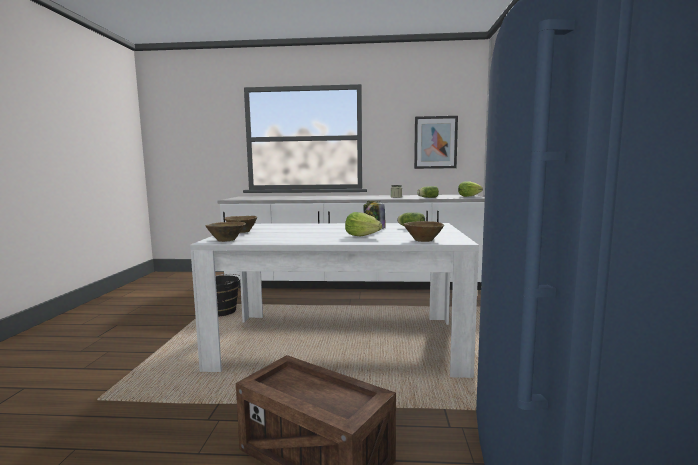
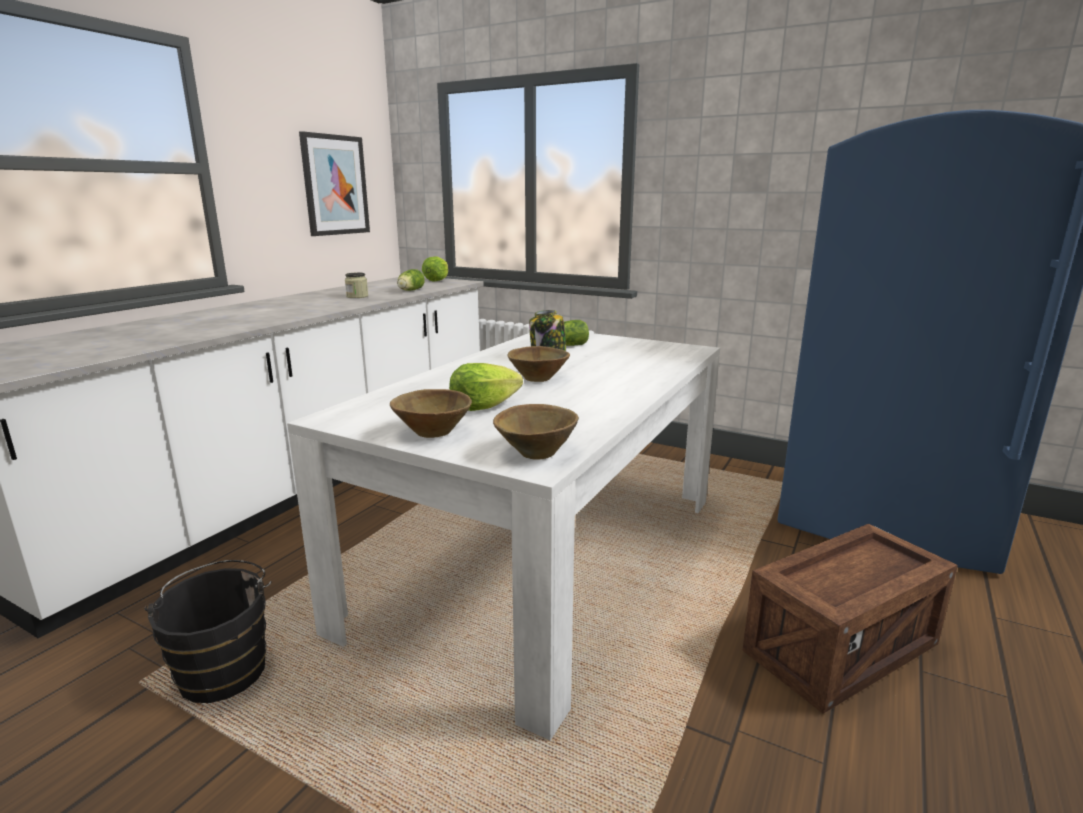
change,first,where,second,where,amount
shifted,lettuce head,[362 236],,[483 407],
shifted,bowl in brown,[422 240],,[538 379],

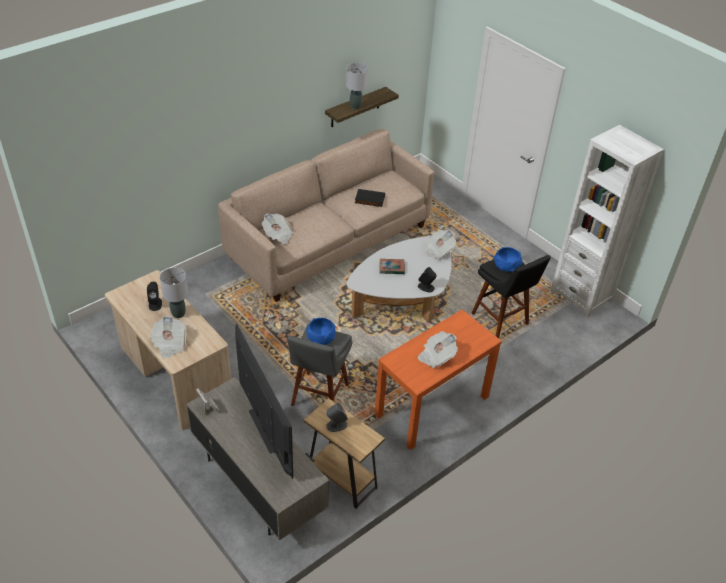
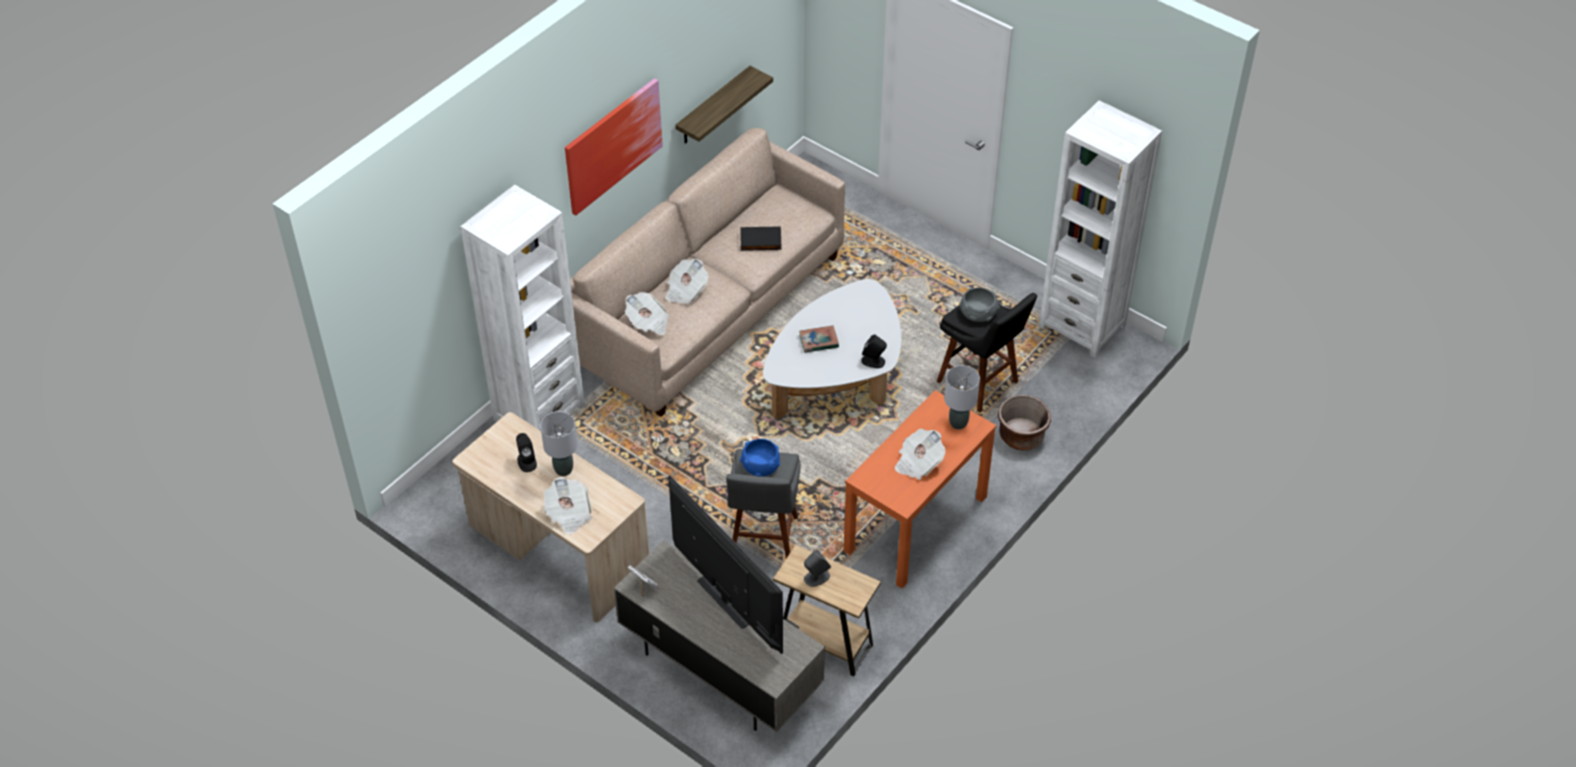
change,first,where,second,where,amount
new,,,bookshelf in whitish,[539 412],
new,,,picture,[612 145],
new,,,planter in brown,[1021 436],
shifted,lamp for a table in gray,[355 106],,[958 423],
shifted,printed paper,[438 251],,[685 290],
repainted,bowl in bluish,[507 265],bowl in gray,[978 312],

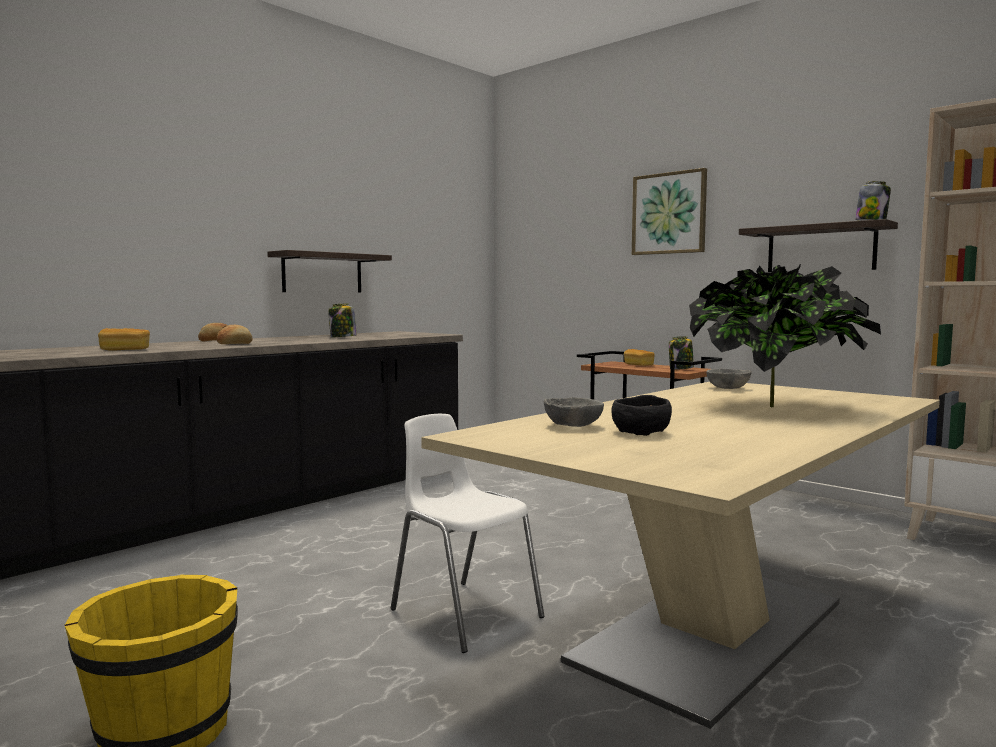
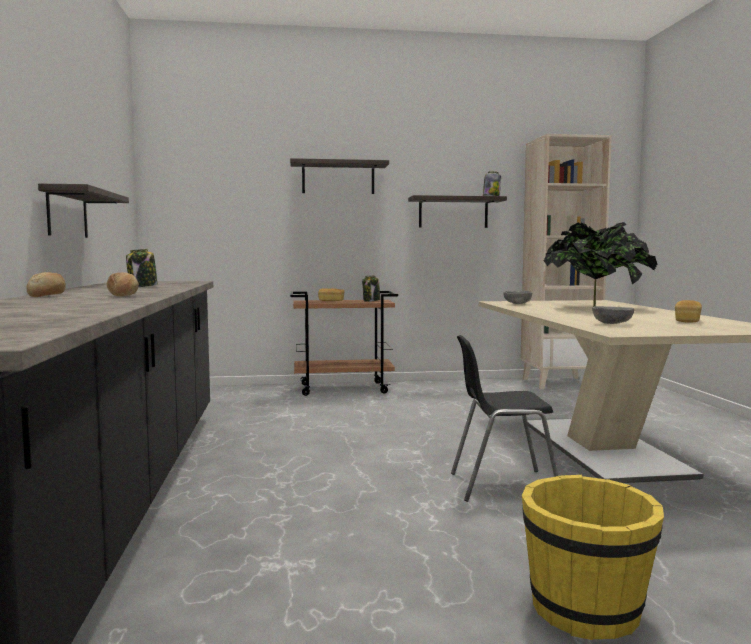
change,first,where,second,where,amount
gone,bowl in black-coloured,[641 432],,,
shifted,bread,[125 350],,[687 321],
swapped,picture,[669 213],shelf,[338 178],
repainted,chair in whitish,[464 613],chair in black-coloured,[502 486],

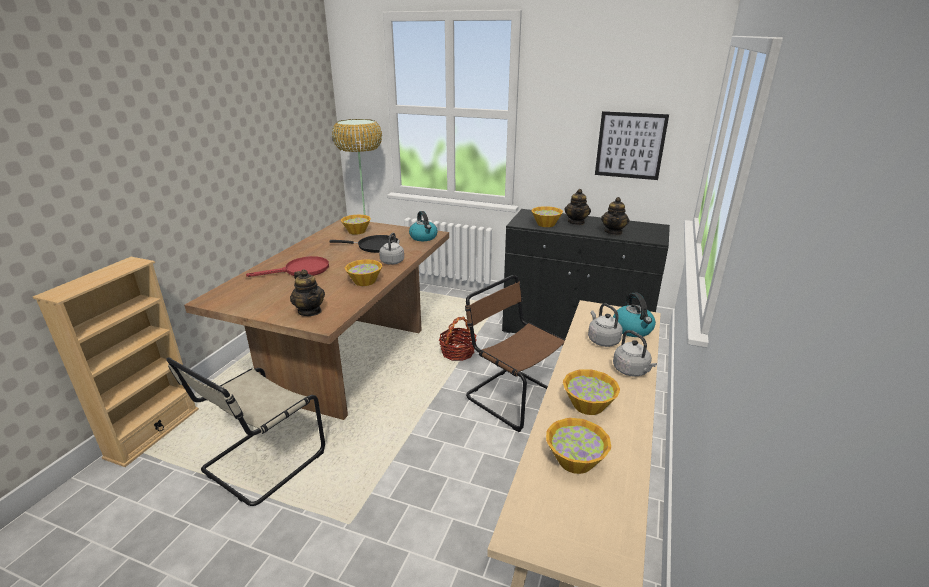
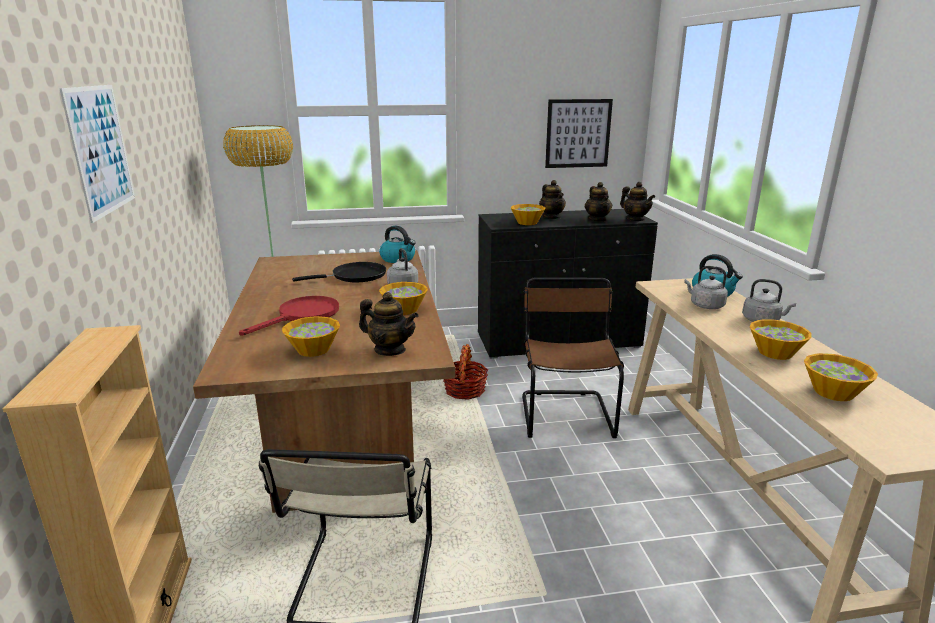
change,first,where,second,where,amount
new,,,picture,[101 150],
new,,,pot for tea,[635 219],
shifted,bowl,[357 231],,[313 349],
rotated,chair in brown,[512 396],,[565 413],75 degrees clockwise

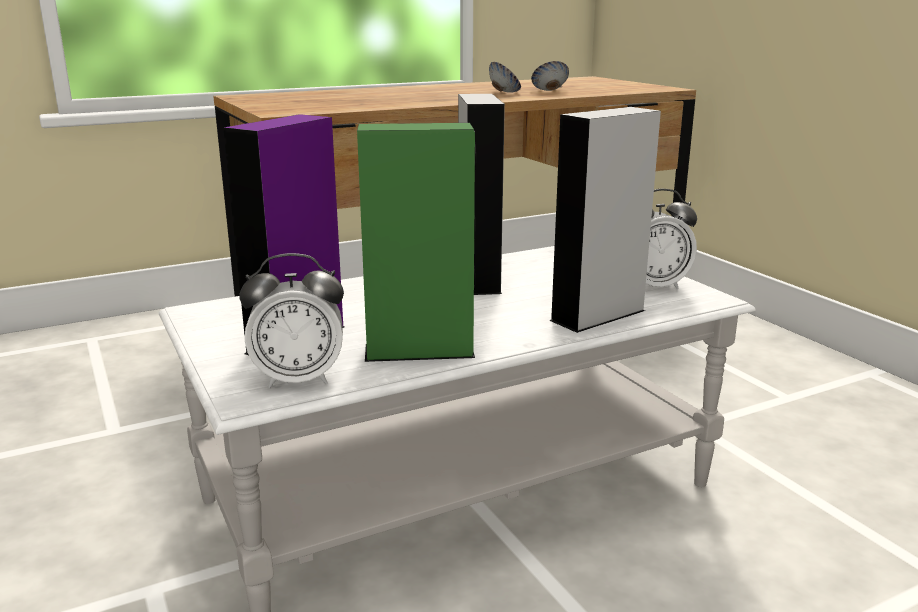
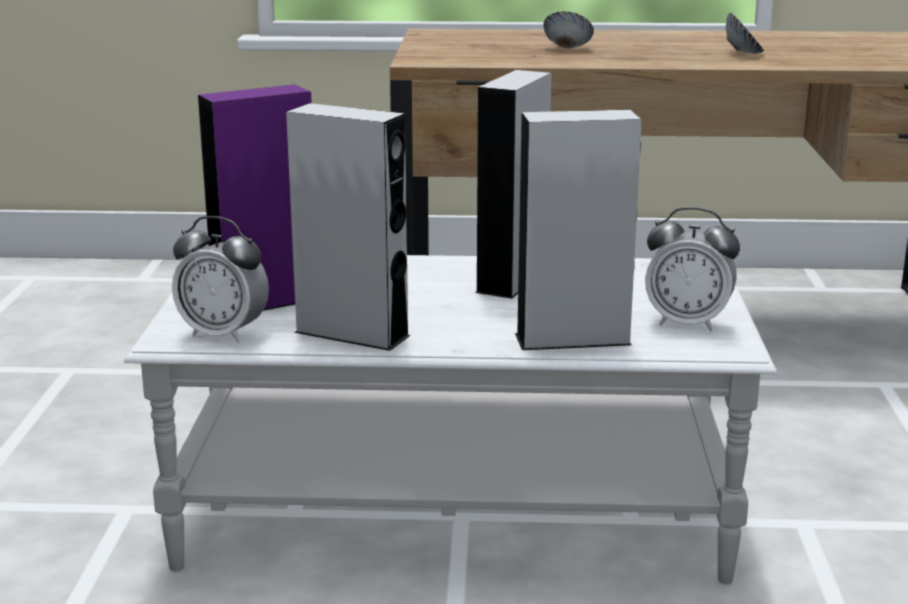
change,first,where,second,where,amount
shifted,bowl,[549 91],,[567 49],
repainted,loudspeaker in greenish,[419 350],loudspeaker in gray,[352 334],

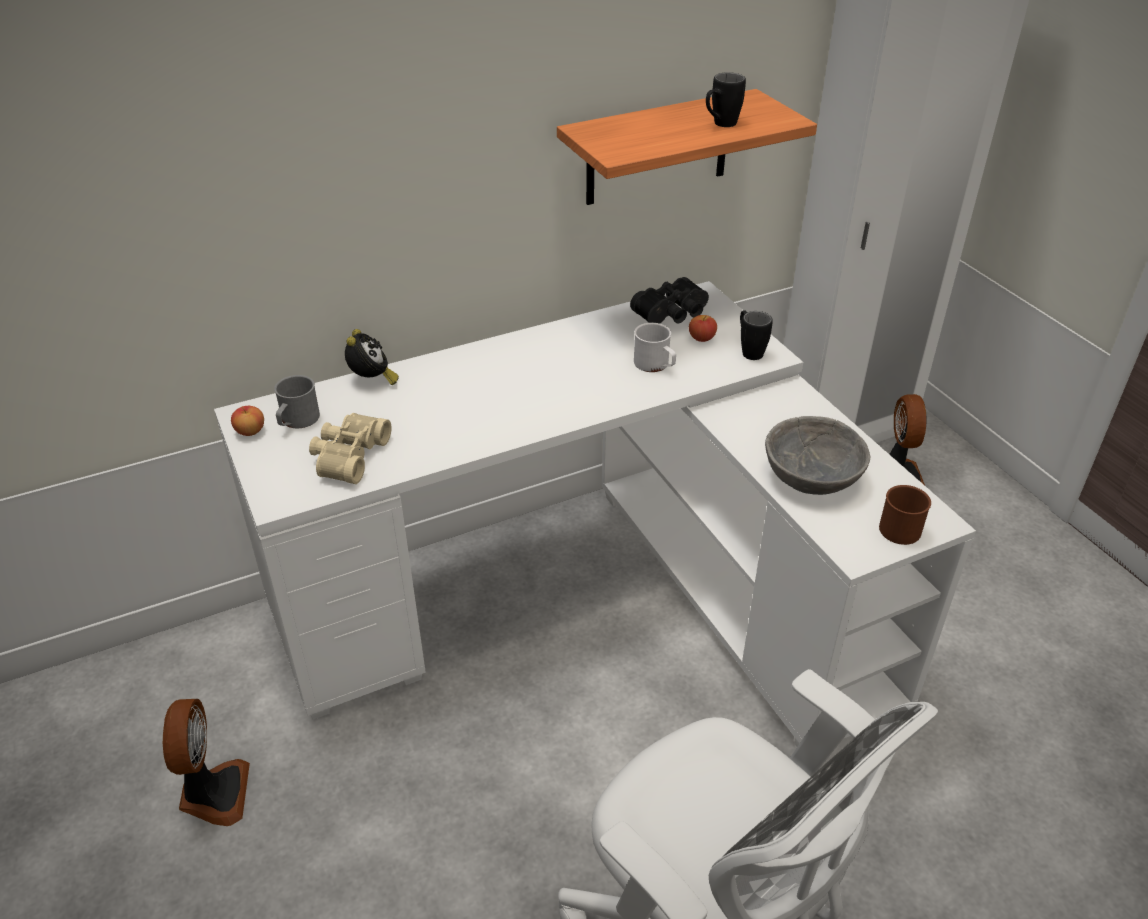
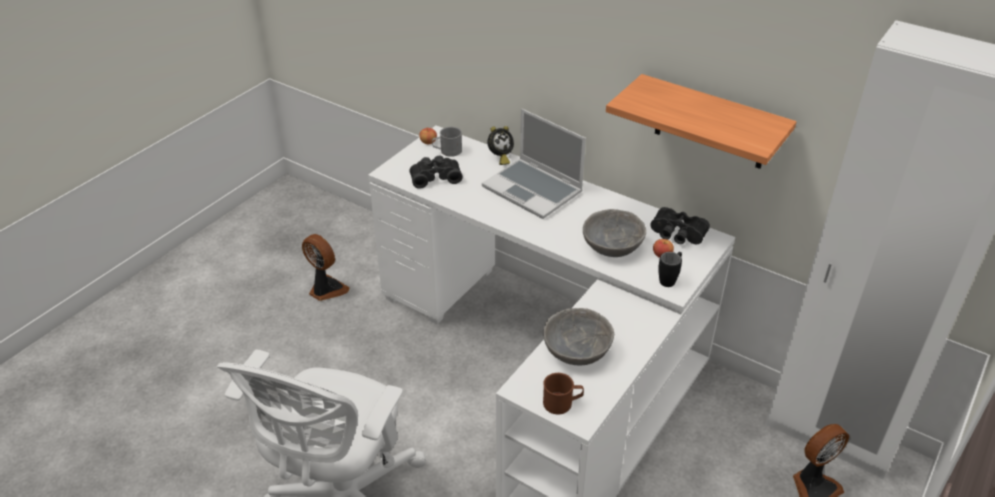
change,first,where,second,where,amount
gone,mug in black-coloured,[720 125],,,
new,,,portable computer,[534 190],
swapped,mug in whitish,[655 365],bowl in gray,[613 246],
repainted,field glasses in sand-coloured,[347 456],field glasses in black-coloured,[435 177],
rotated,cooling fan,[213 794],,[326 289],105 degrees counterclockwise

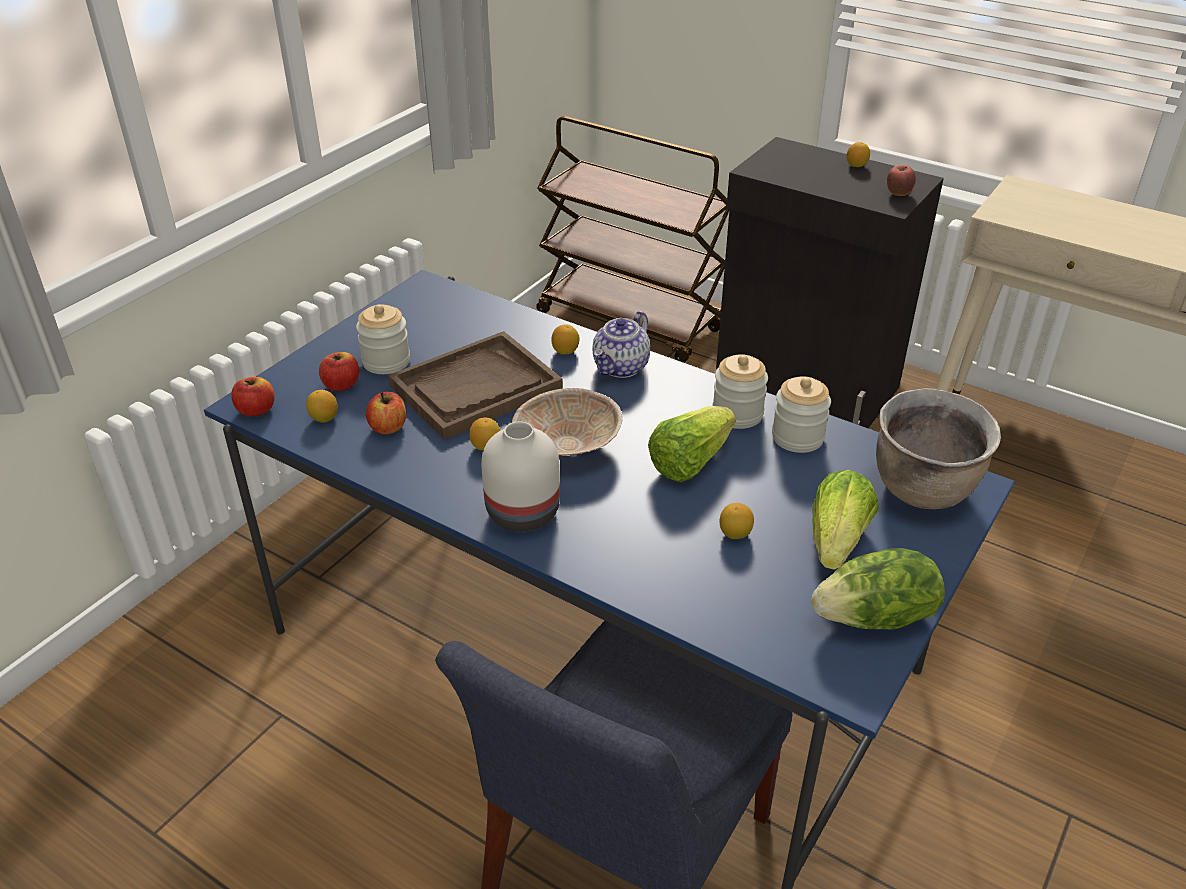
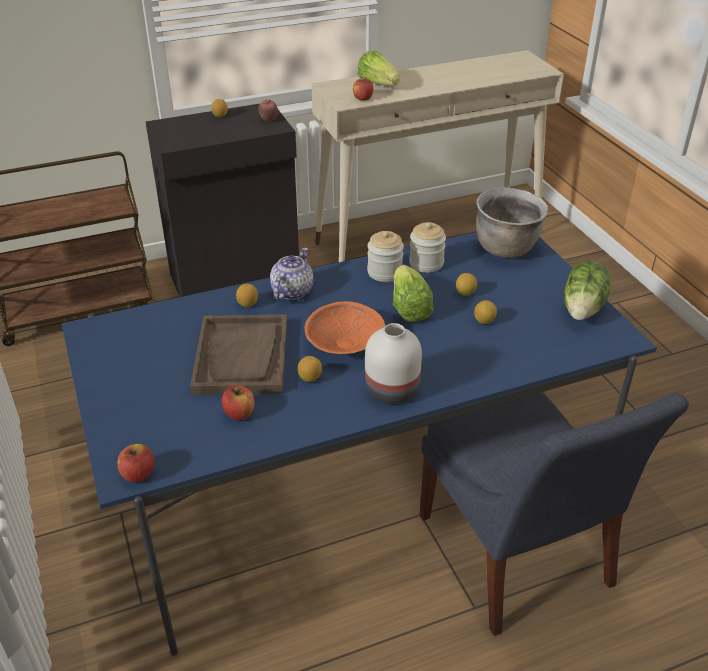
change,first,where,second,where,amount
gone,storage jar,[386 361],,,
shifted,whole lemon,[324 418],,[465 293],
shifted,apple fruit,[341 385],,[363 98],
shifted,lettuce head,[837 541],,[378 84],
repainted,bowl in sand-coloured,[566 444],bowl in orange,[344 345],
rotated,pot for tea,[621 367],,[292 291],135 degrees counterclockwise

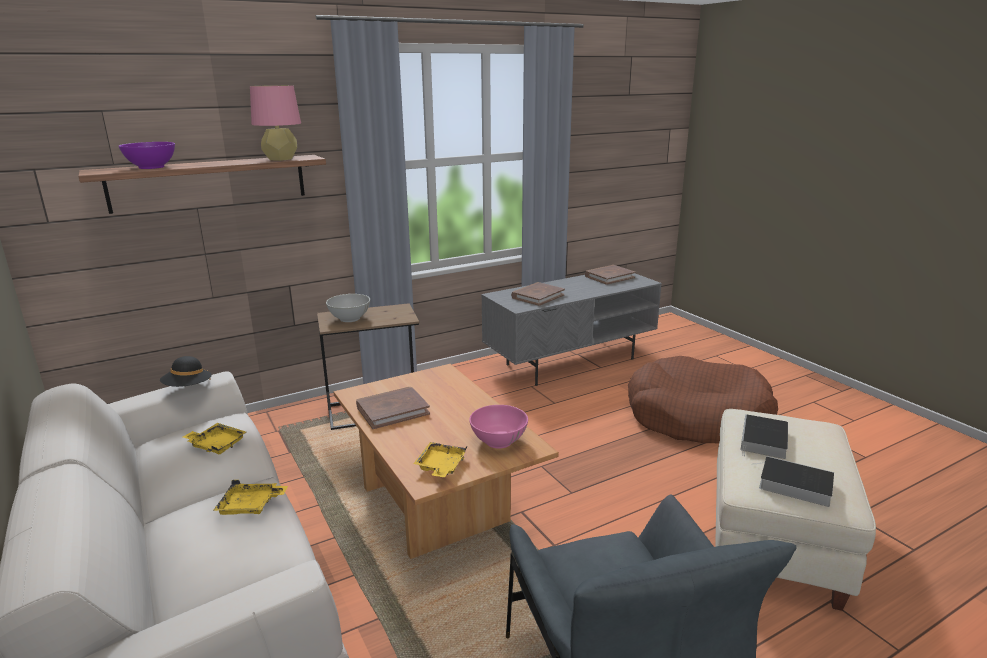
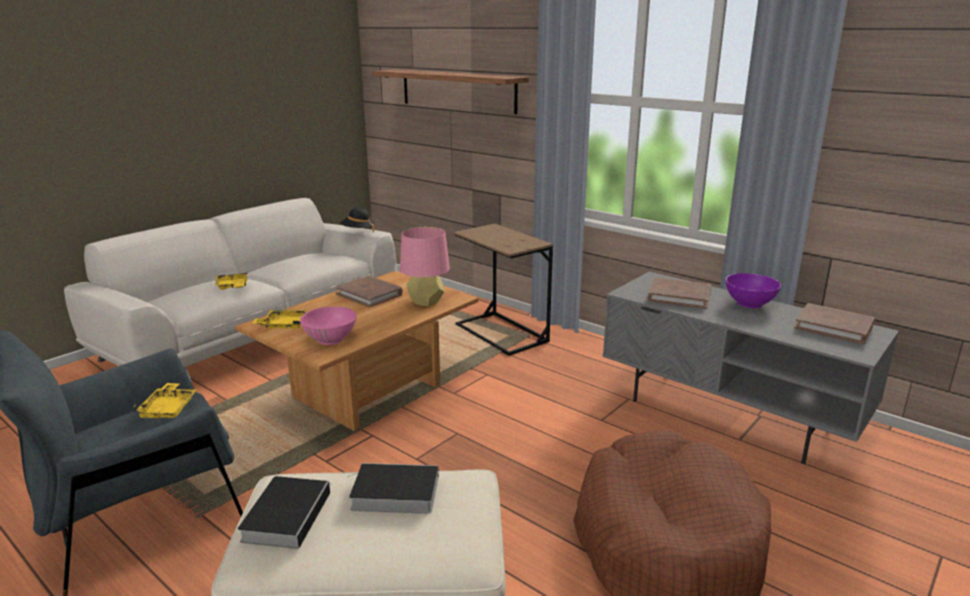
change,first,where,second,where,amount
gone,bowl in whitish,[349 318],,,
shifted,bowl in purplish,[152 167],,[749 303],
shifted,tray in yellow,[216 444],,[169 409],
shifted,lamp for a table in pinkish,[280 159],,[425 302],

